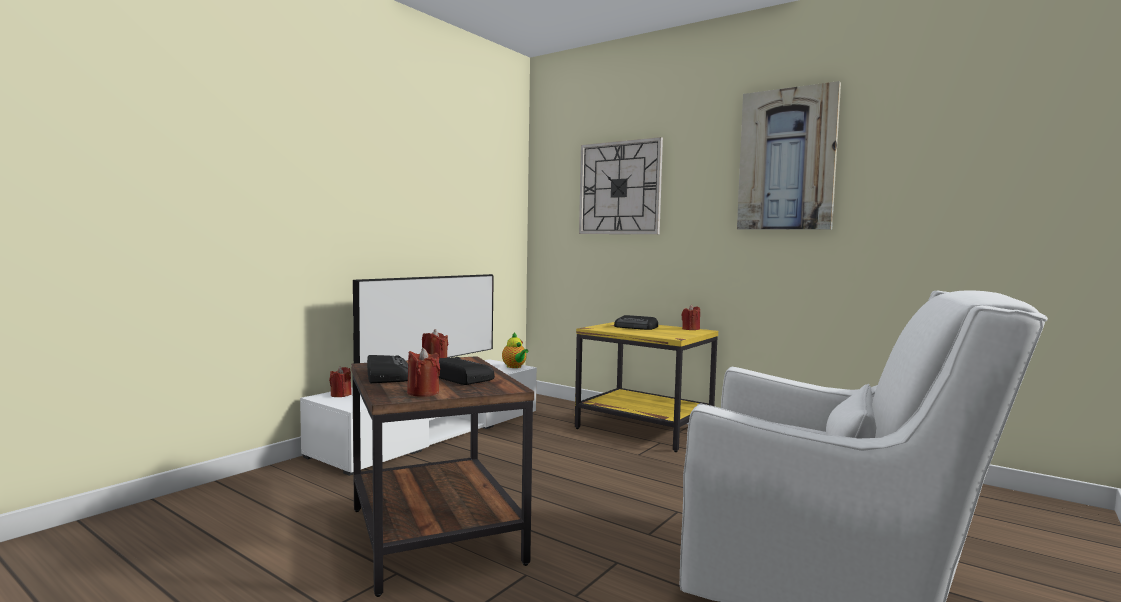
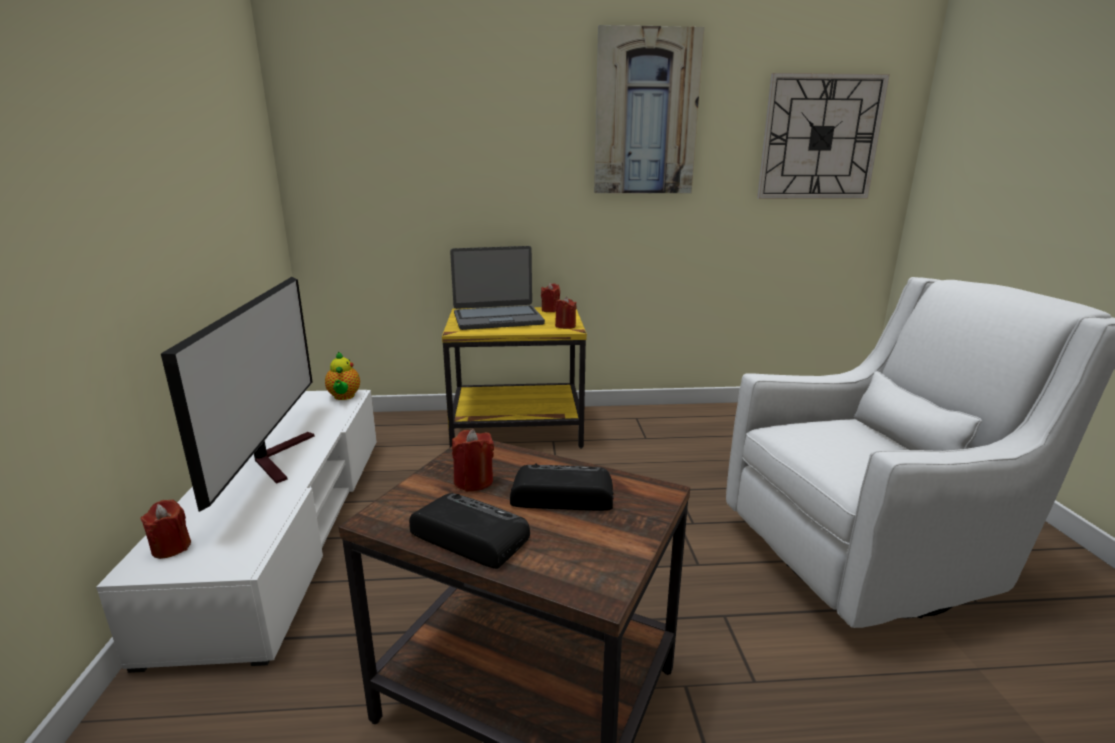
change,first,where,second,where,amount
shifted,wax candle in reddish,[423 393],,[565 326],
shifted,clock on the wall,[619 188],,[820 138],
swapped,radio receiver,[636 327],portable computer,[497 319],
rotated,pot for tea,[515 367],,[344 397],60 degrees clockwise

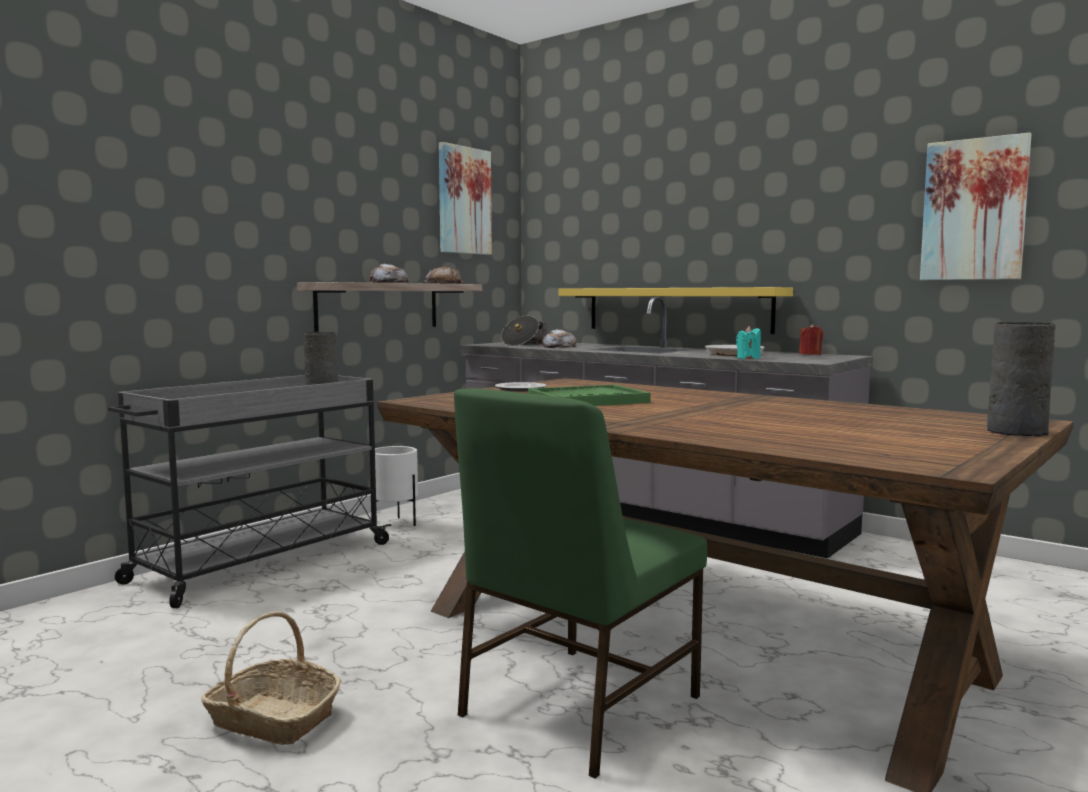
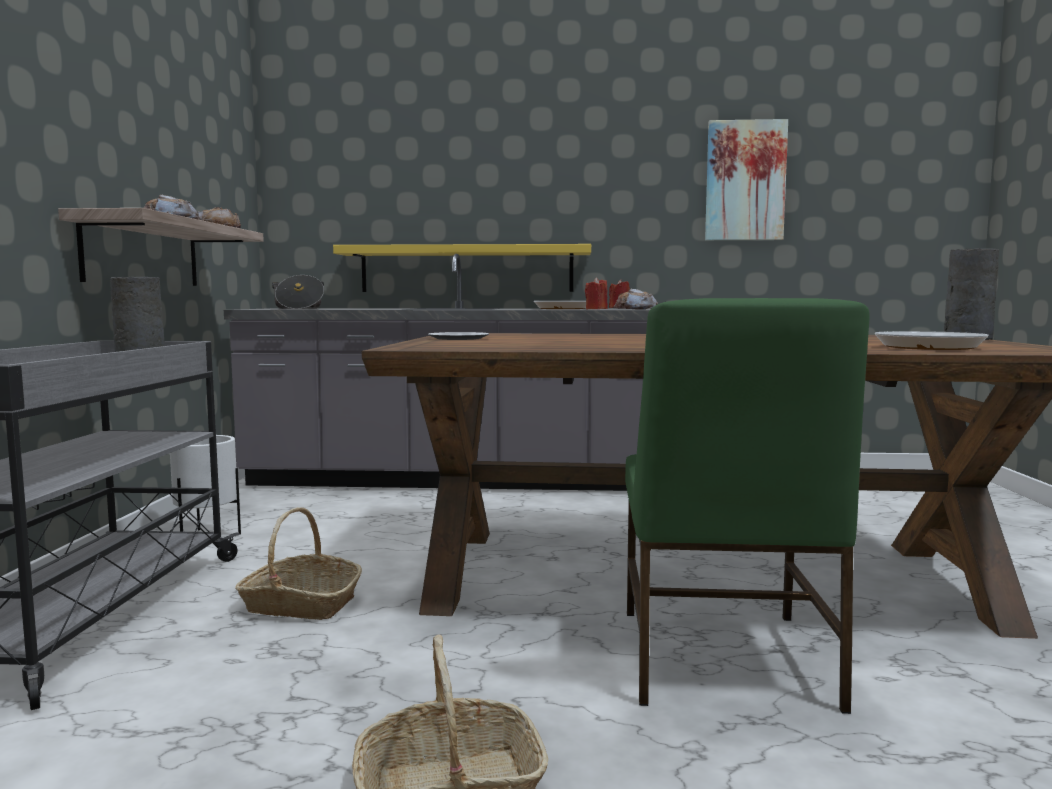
change,first,where,second,where,amount
gone,picture,[463 200],,,
gone,tray in greenish,[587 400],,,
new,,,household basket,[300 604],
new,,,skillet,[926 347],
shifted,bread,[559 347],,[635 309],
repainted,wax candle in turquoise,[748 358],wax candle in reddish,[596 309],

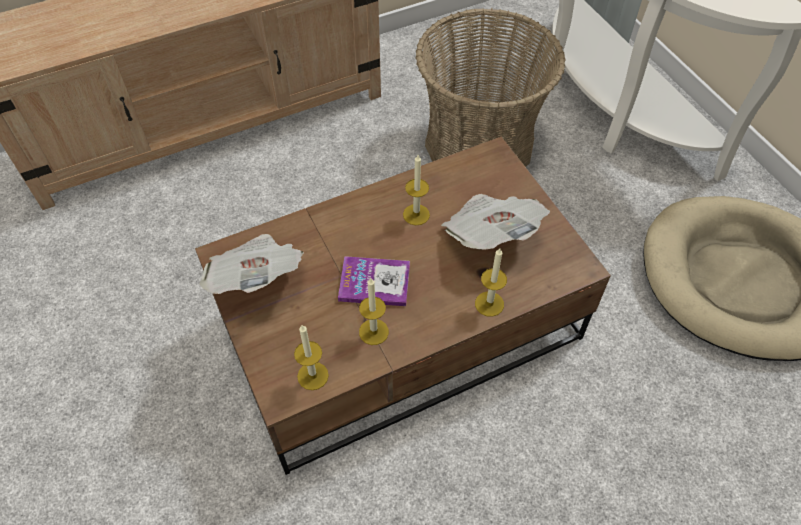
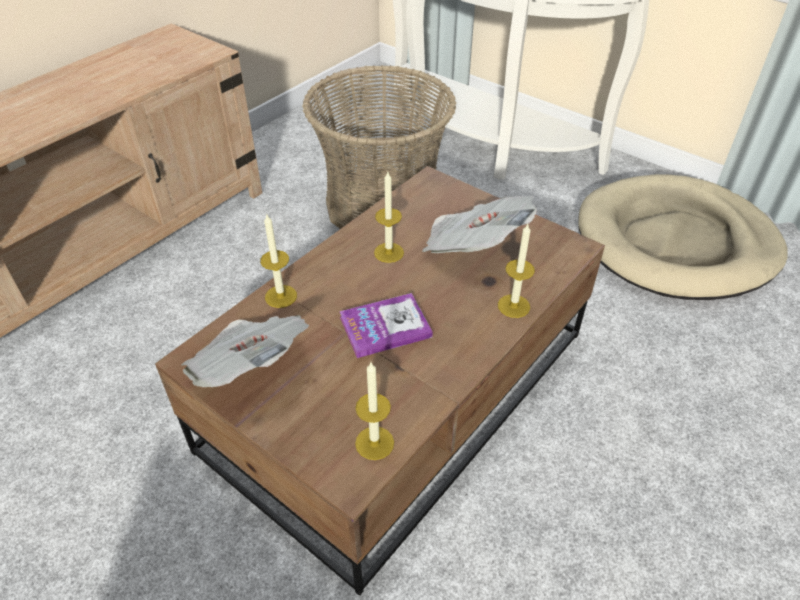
change,first,where,second,where,amount
shifted,wax candle,[373 332],,[281 296],

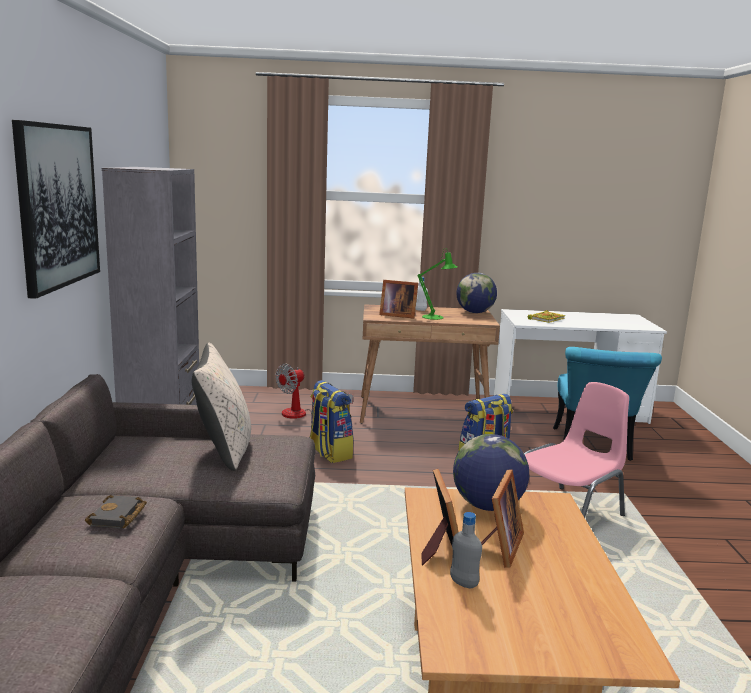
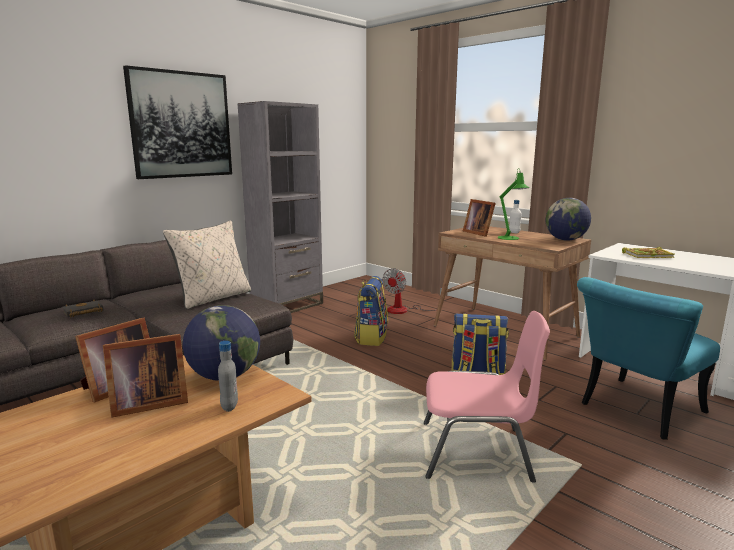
change,first,where,second,where,amount
shifted,drink bottle in gray,[463 583],,[229 406],
rotated,cooling fan,[303 414],,[405 310],60 degrees counterclockwise

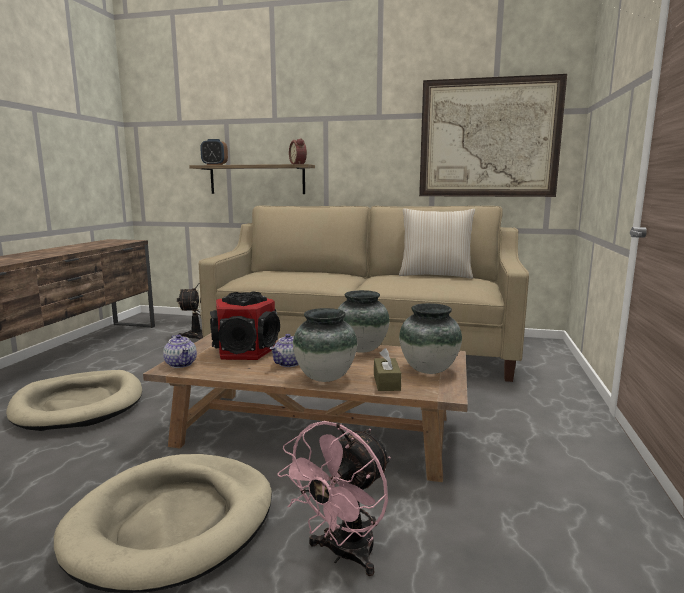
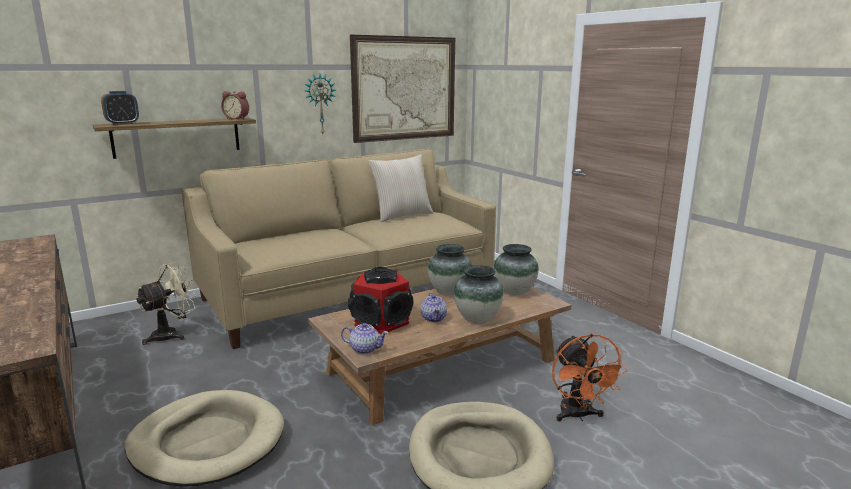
change,first,where,second,where,amount
gone,box of tissues in brown,[386 382],,,
new,,,clock on the wall,[320 104],
repainted,cooling fan in pinkish,[343 554],cooling fan in orange,[578 415],

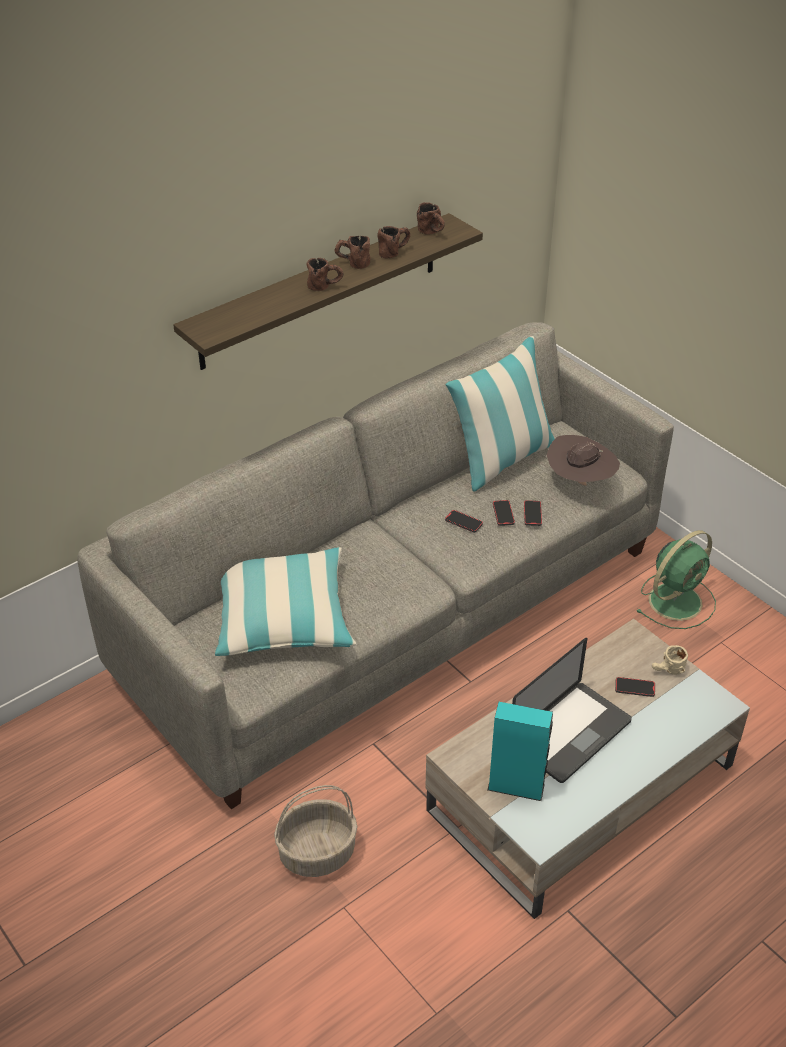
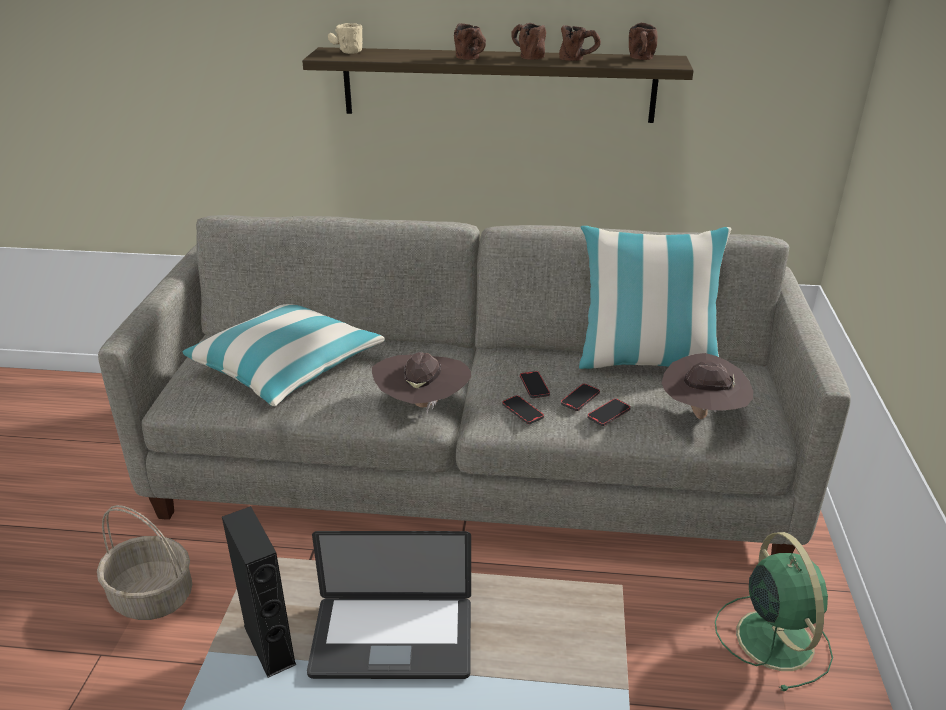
change,first,where,second,where,amount
new,,,clothing hat in brown,[423 406],
shifted,phone,[634 688],,[522 411],
shifted,mug in sand-coloured,[668 671],,[344 51],
repainted,loudspeaker in turquoise,[516 787],loudspeaker in black-coloured,[269 644],
rotated,cooling fan in greenish,[677 600],,[772 637],105 degrees counterclockwise

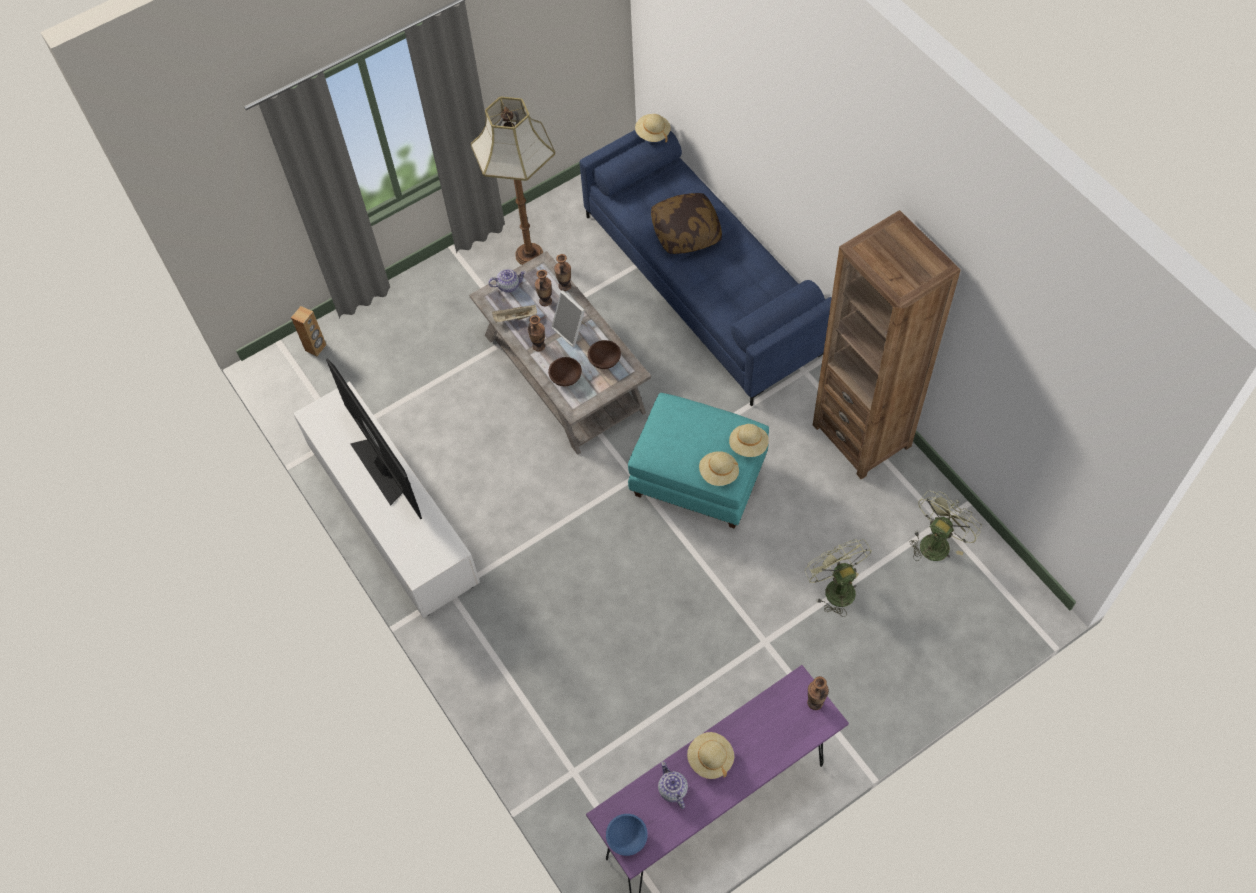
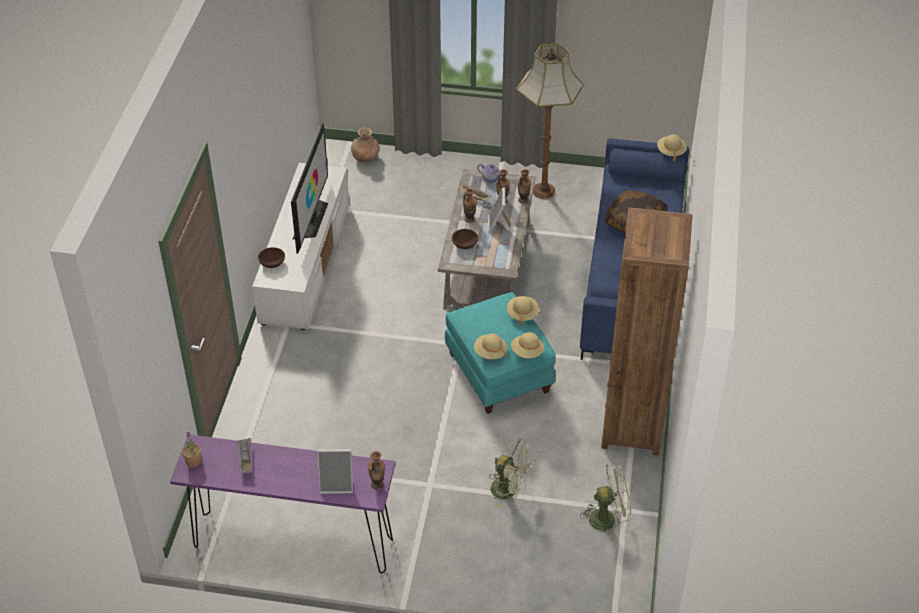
change,first,where,second,where,amount
new,,,standing frame,[337 484],
shifted,bowl in brown,[604 359],,[272 263],
shifted,clothing hat in sand-coloured,[710 759],,[522 314],
swapped,loudspeaker in brown,[316 348],decorative vase in brown,[366 157],
swapped,bowl in bluish,[627 837],potted plant,[193 461],
swapped,pot for tea,[672 789],tray in gray,[245 460],
rotated,cooling fan in greenish,[835 587],,[509 491],105 degrees clockwise

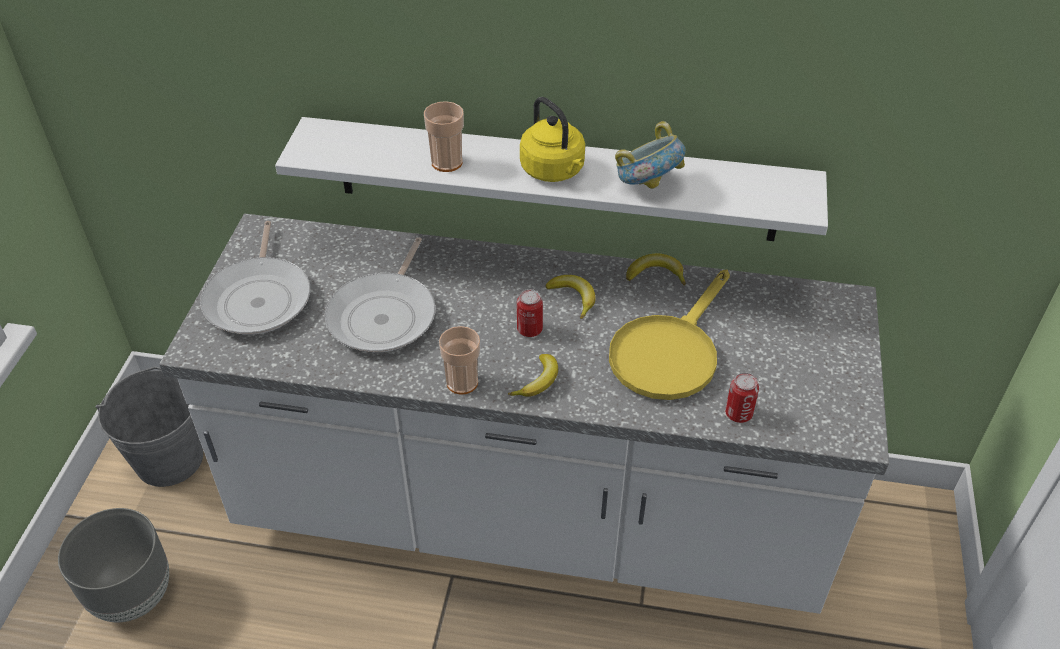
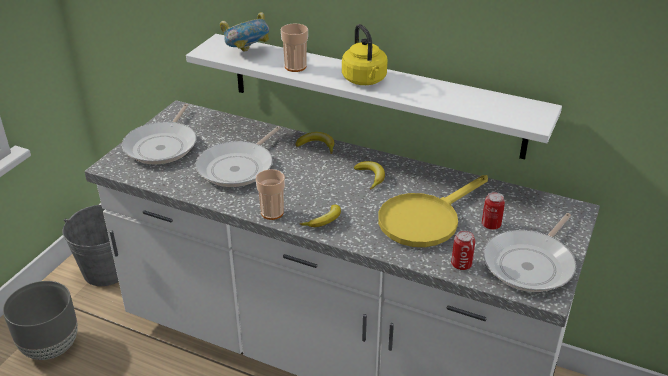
change,first,where,second,where,amount
new,,,skillet,[531 264],
shifted,metal can,[529 329],,[491 225],
shifted,bowl,[647 186],,[248 53],
shifted,whole banana,[656 274],,[317 146],

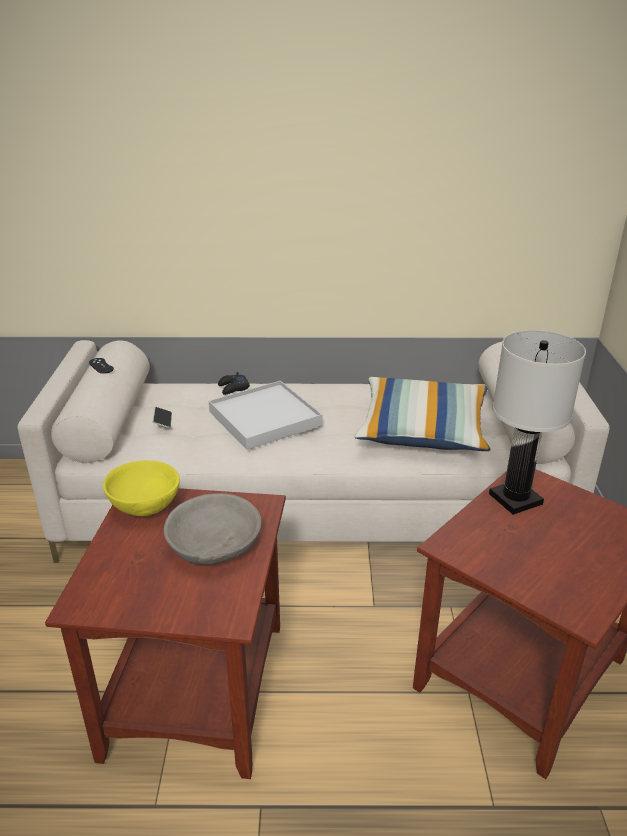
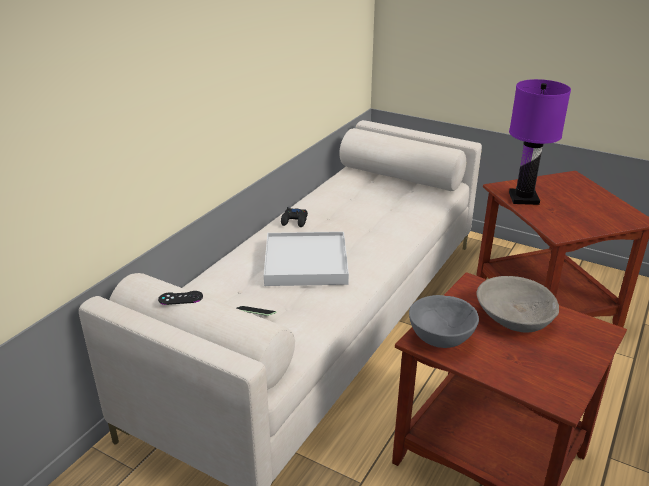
change,first,where,second,where,amount
gone,cushion,[423 431],,,
shifted,gamepad in black-coloured,[233 388],,[295 221],
repainted,bowl in yellow,[145 506],bowl in gray,[439 338],
repainted,lamp for a table in whitish,[515 499],lamp for a table in purplish,[524 198],

